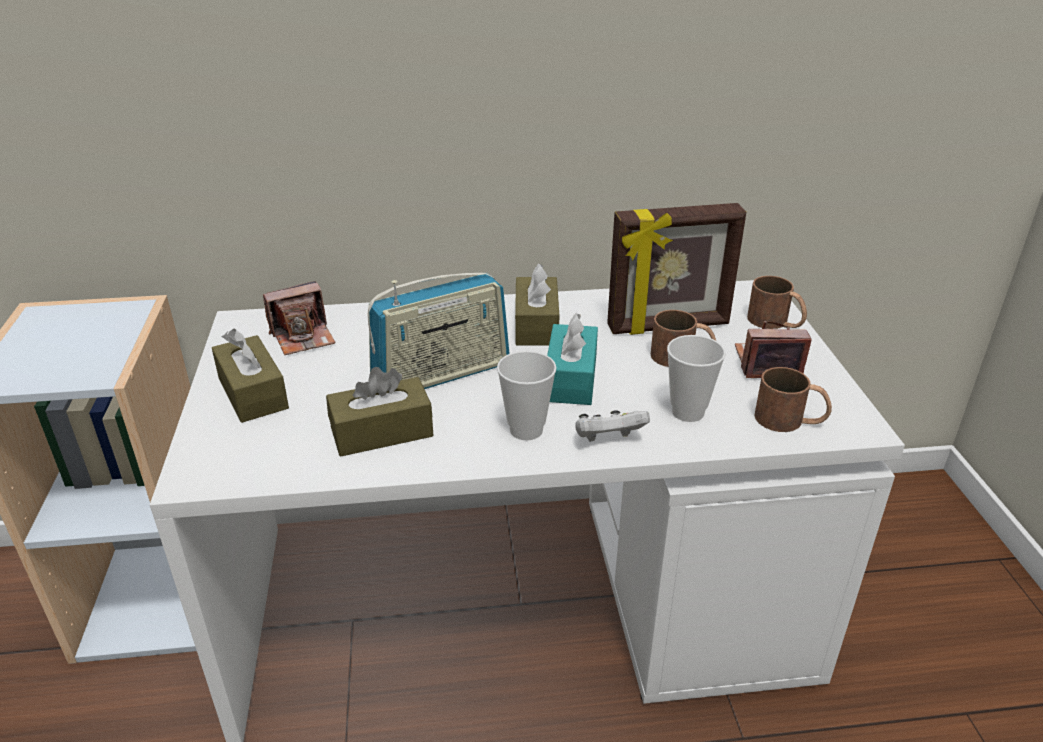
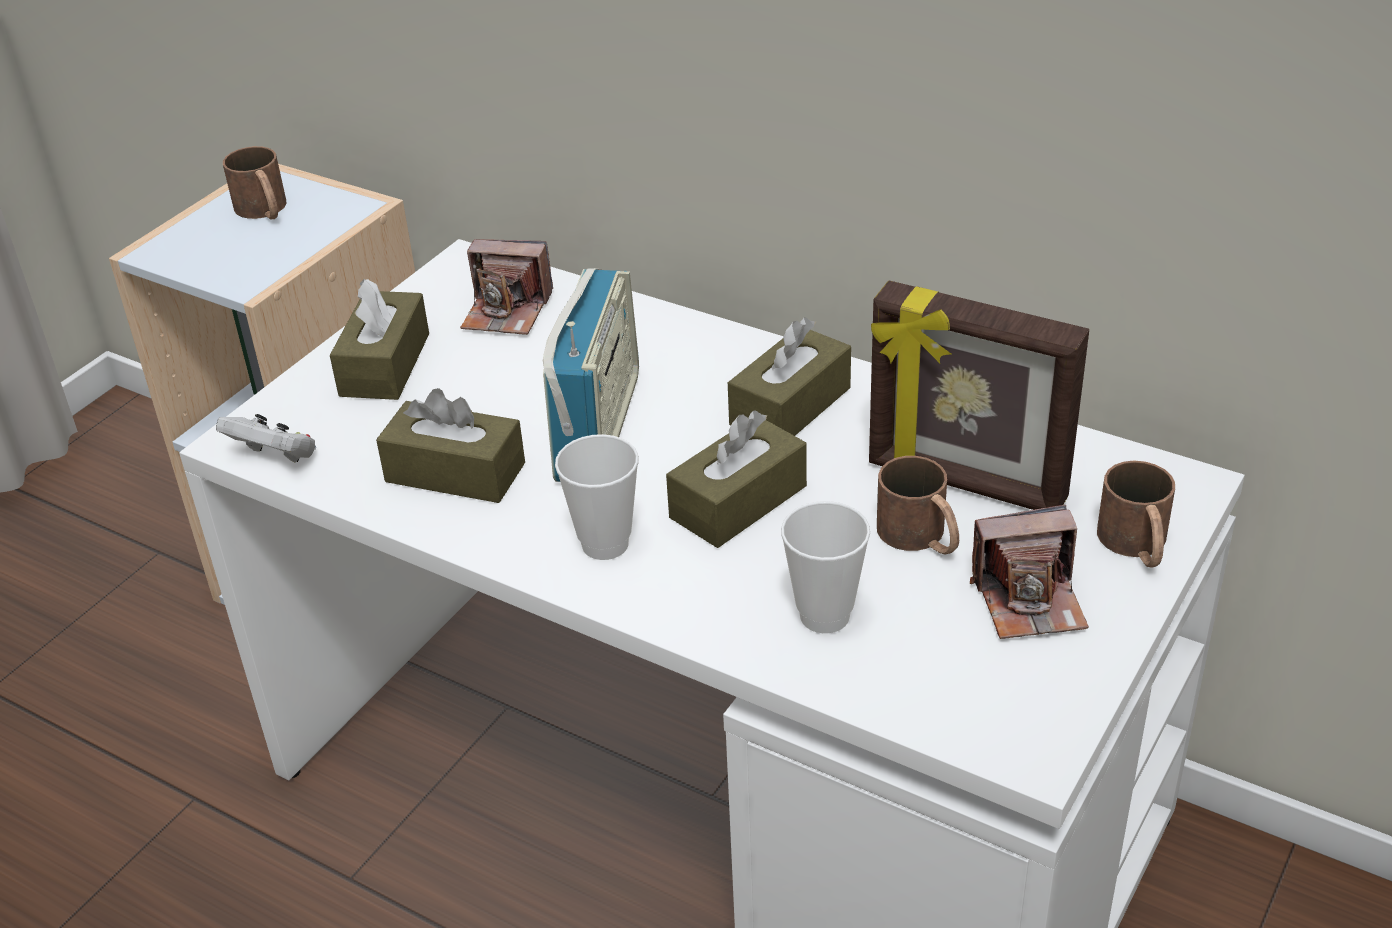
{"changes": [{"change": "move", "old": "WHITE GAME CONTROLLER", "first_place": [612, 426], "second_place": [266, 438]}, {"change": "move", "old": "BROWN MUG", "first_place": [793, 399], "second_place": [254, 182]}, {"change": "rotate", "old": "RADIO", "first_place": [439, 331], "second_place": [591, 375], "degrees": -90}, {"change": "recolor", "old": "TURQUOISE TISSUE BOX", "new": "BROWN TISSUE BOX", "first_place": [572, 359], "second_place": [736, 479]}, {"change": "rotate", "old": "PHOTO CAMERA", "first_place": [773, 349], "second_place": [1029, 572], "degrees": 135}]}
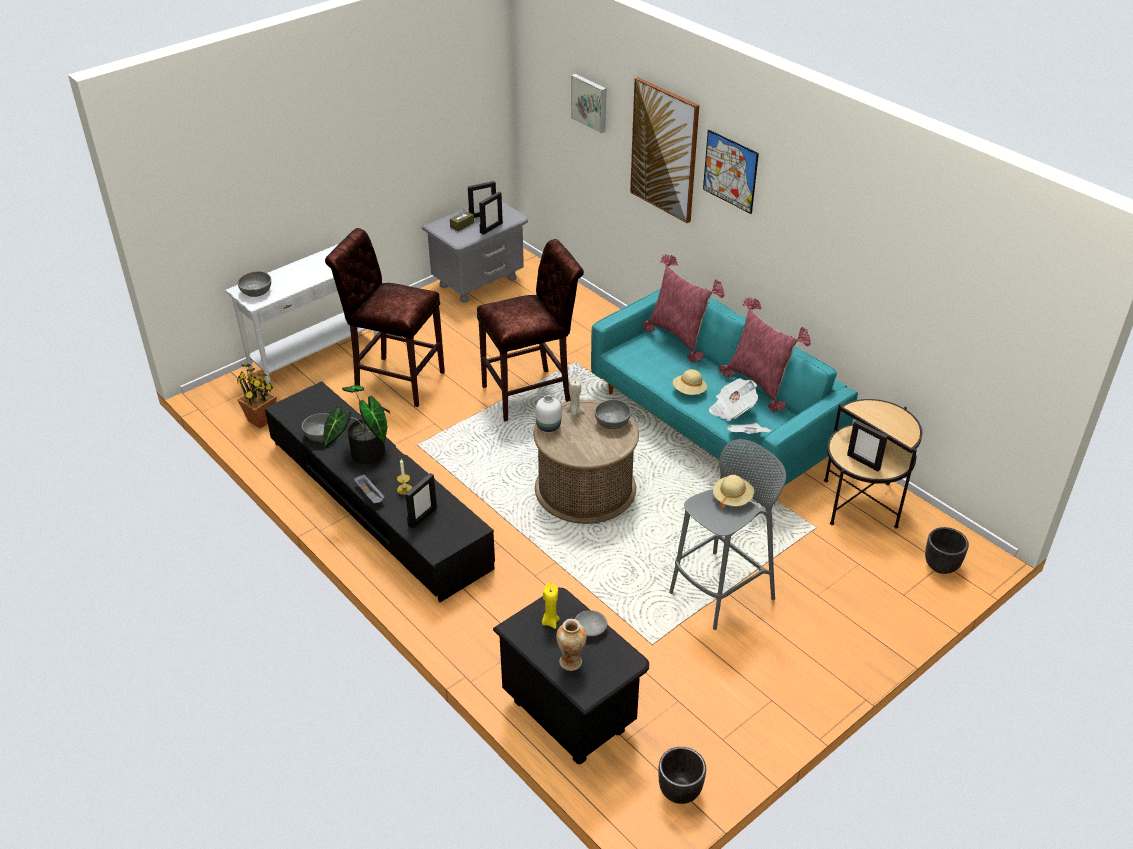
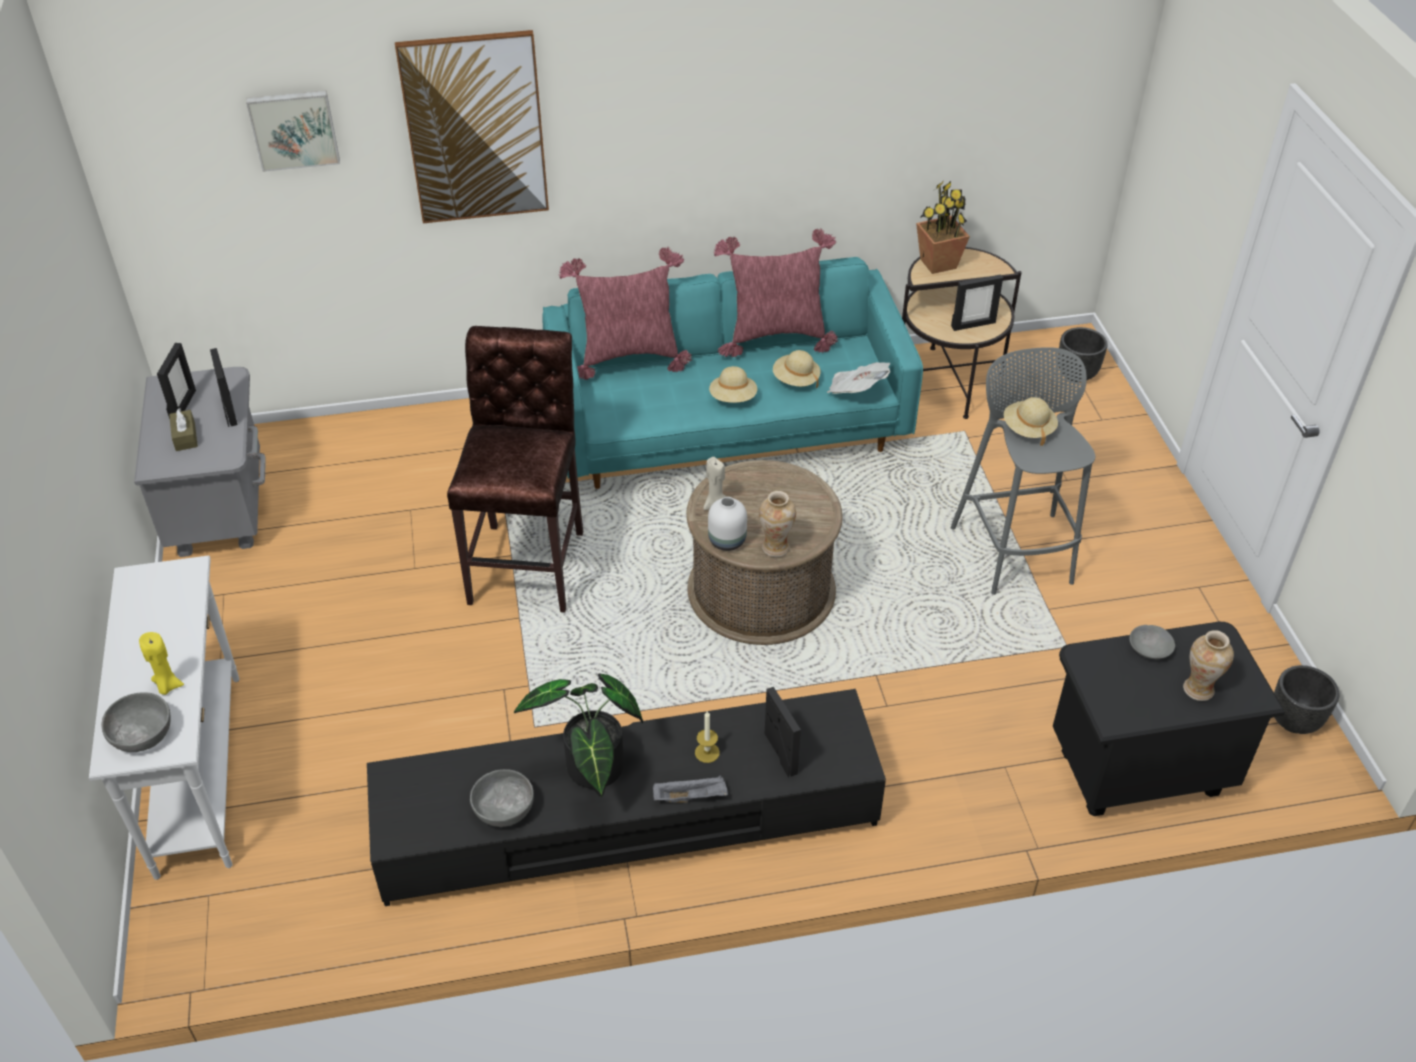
{"changes": [{"change": "move", "old": "YELLOW CANDLE", "first_place": [551, 606], "second_place": [161, 663]}, {"change": "insert", "new": "VASE", "second_place": [777, 524]}, {"change": "replace", "old": "NEWSPAPER", "new": "BEIGE HAT", "first_place": [733, 400], "second_place": [797, 369]}, {"change": "move", "old": "POTTED PLANT", "first_place": [257, 396], "second_place": [943, 227]}, {"change": "delete", "old": "BROWN STOOL", "first_place": [385, 317]}, {"change": "delete", "old": "GREY BOWL", "first_place": [613, 414]}, {"change": "delete", "old": "PICTURE", "first_place": [731, 172]}]}
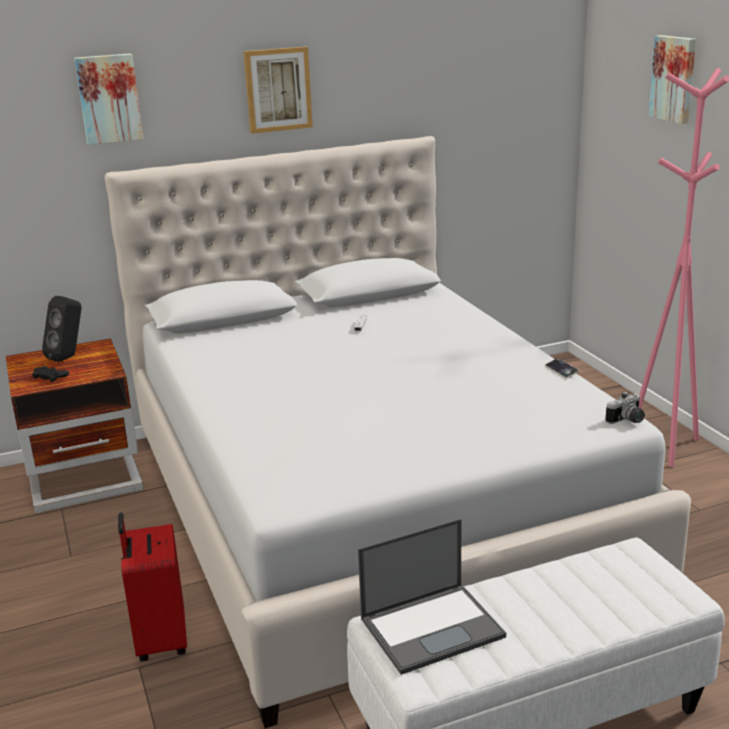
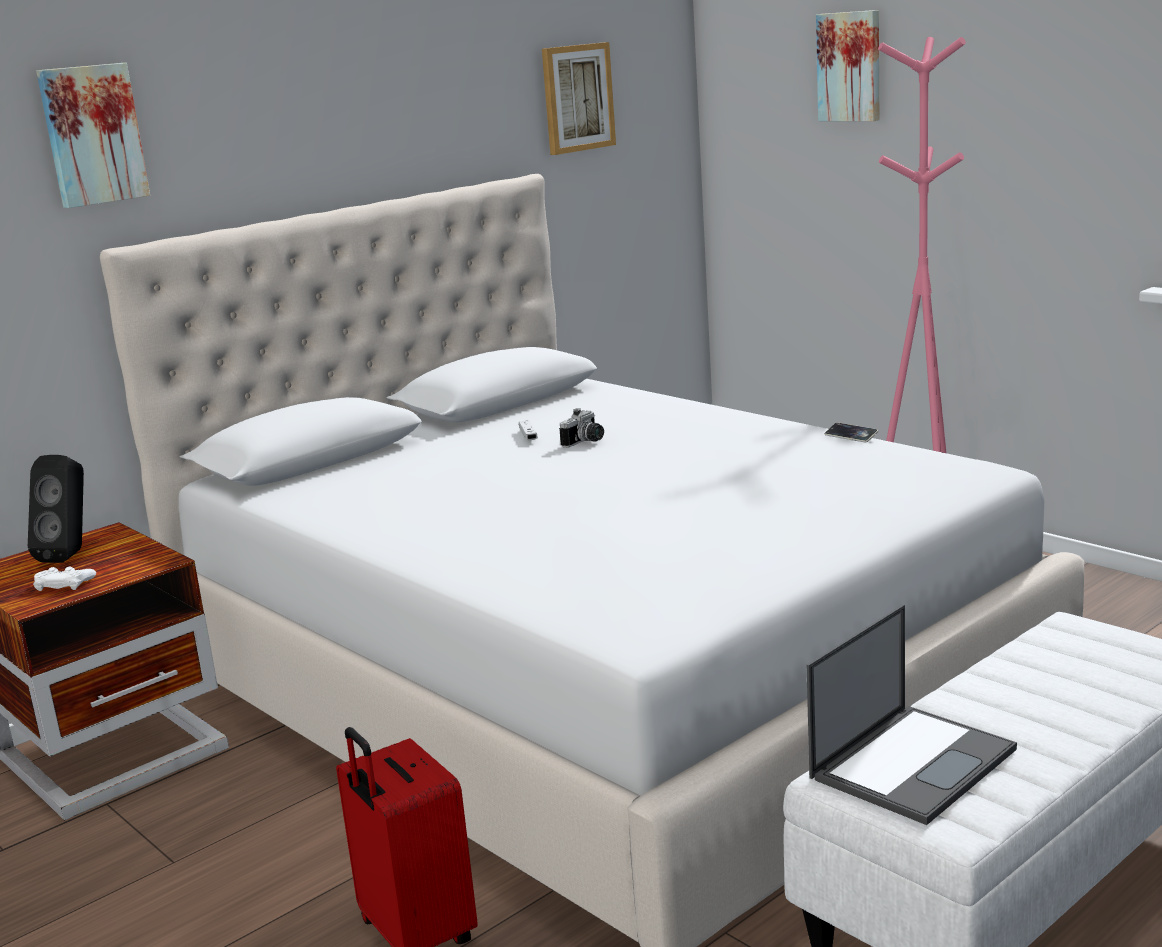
{"changes": [{"change": "recolor", "old": "BLACK GAME CONTROLLER", "new": "WHITE GAME CONTROLLER", "first_place": [50, 374], "second_place": [64, 579]}, {"change": "move", "old": "PICTURE", "first_place": [278, 90], "second_place": [579, 98]}, {"change": "move", "old": "PHOTO CAMERA", "first_place": [625, 407], "second_place": [581, 428]}]}
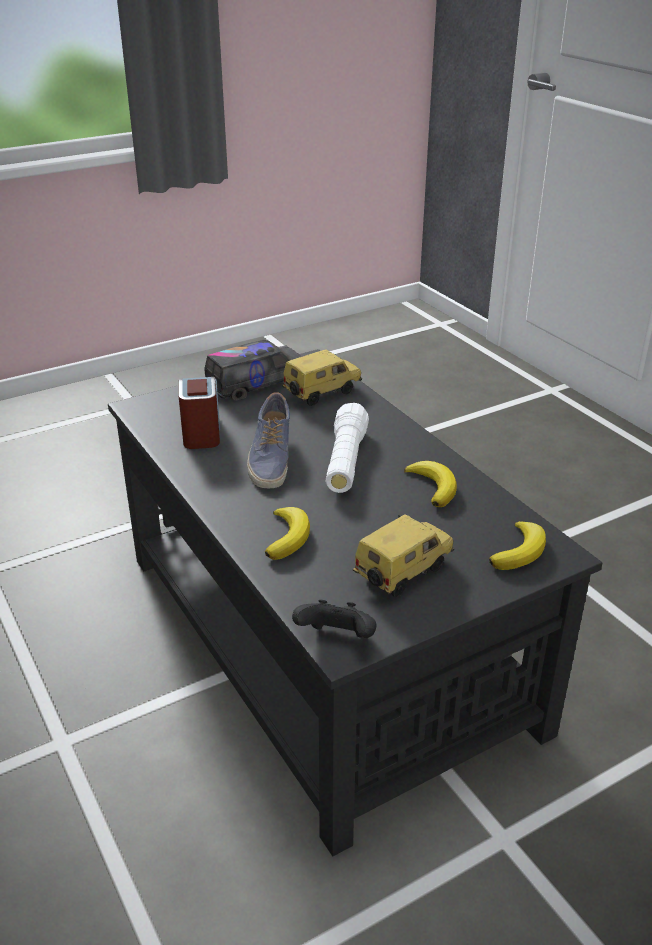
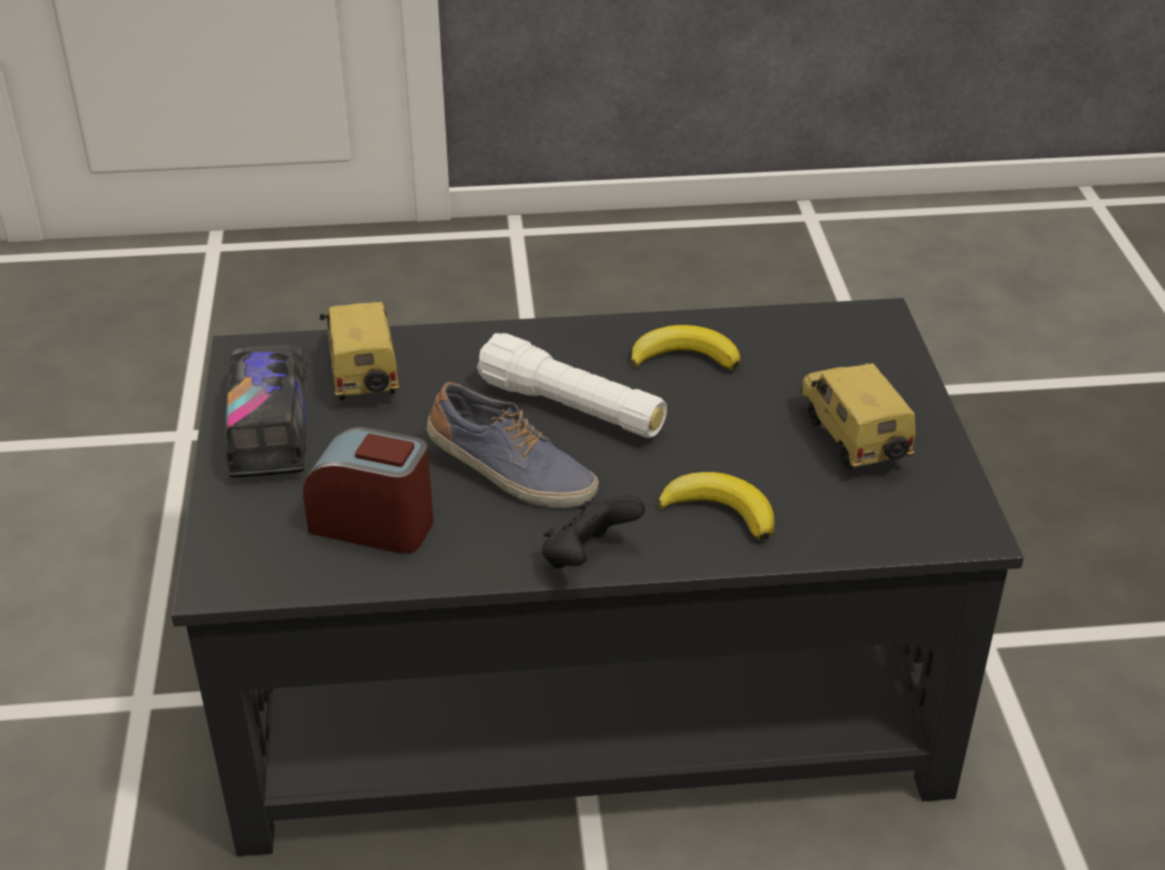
{"changes": [{"change": "move", "old": "BLACK GAME CONTROLLER", "first_place": [334, 618], "second_place": [593, 531]}, {"change": "delete", "old": "BANANA", "first_place": [517, 545]}]}
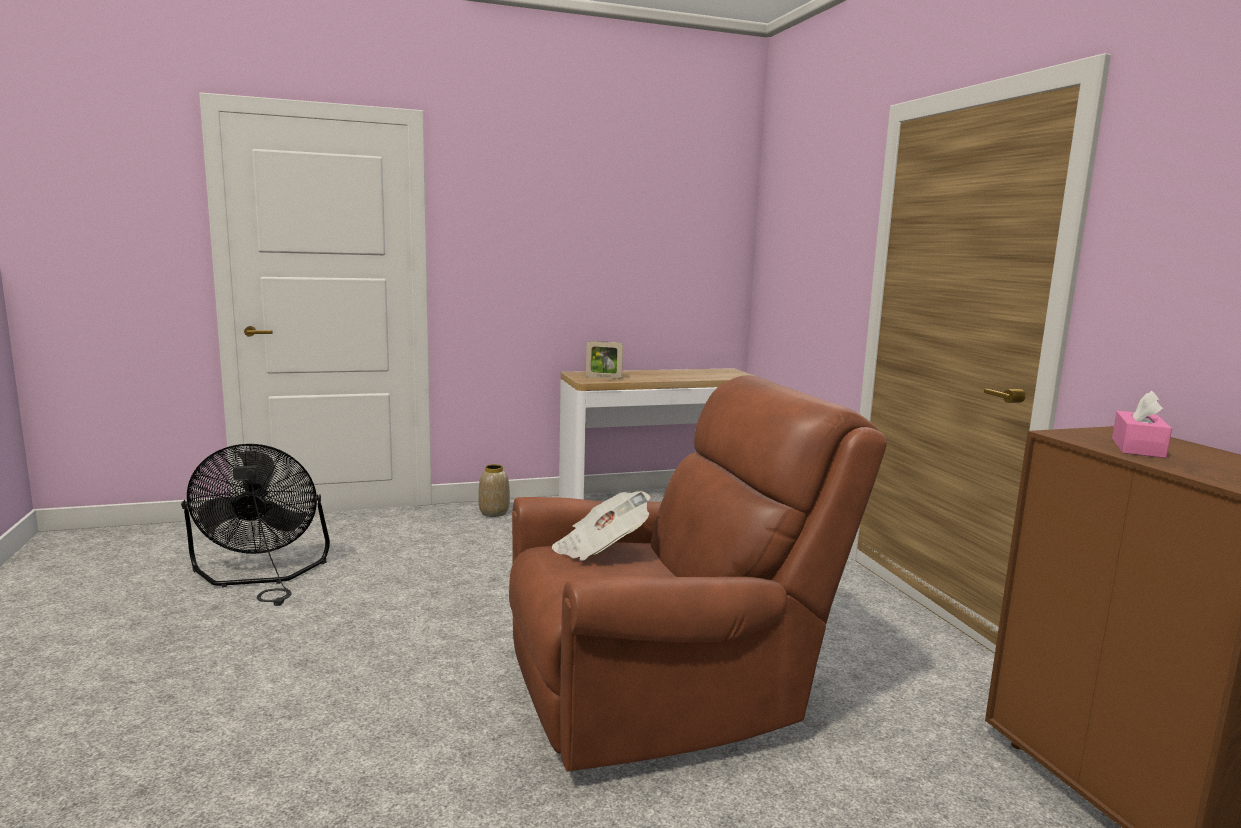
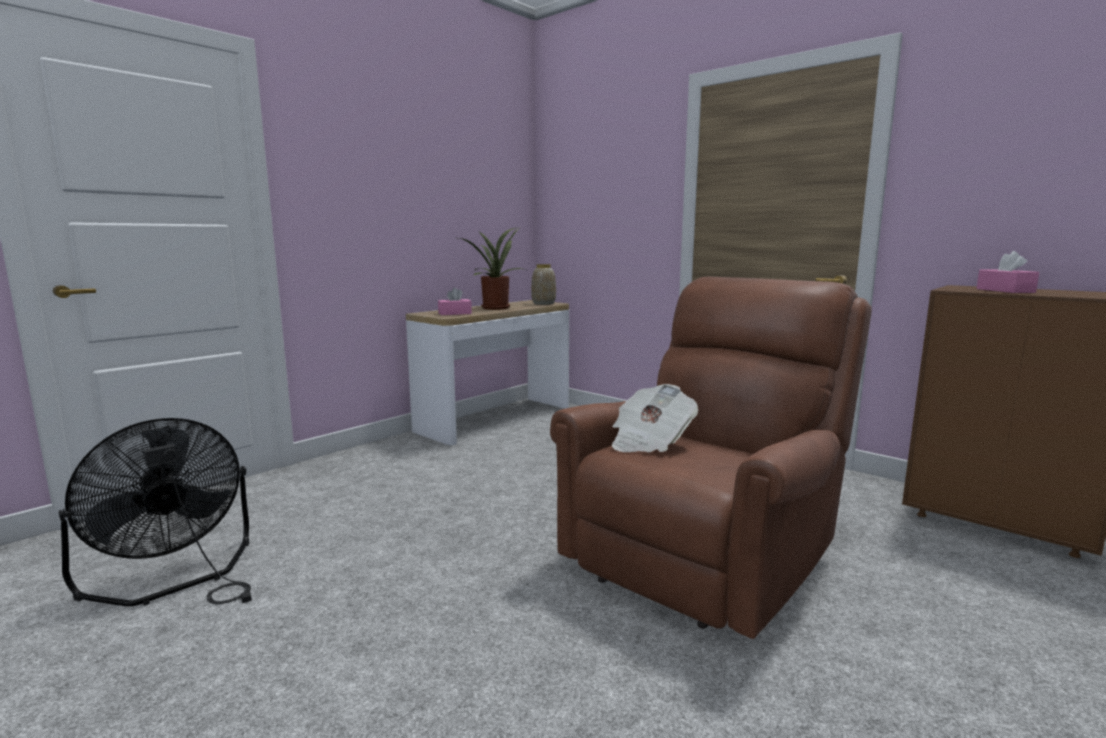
{"changes": [{"change": "replace", "old": "PICTURE FRAME", "new": "PINK TISSUE BOX", "first_place": [604, 360], "second_place": [455, 301]}, {"change": "insert", "new": "POTTED PLANT", "second_place": [493, 269]}, {"change": "move", "old": "VASE", "first_place": [494, 490], "second_place": [543, 284]}]}
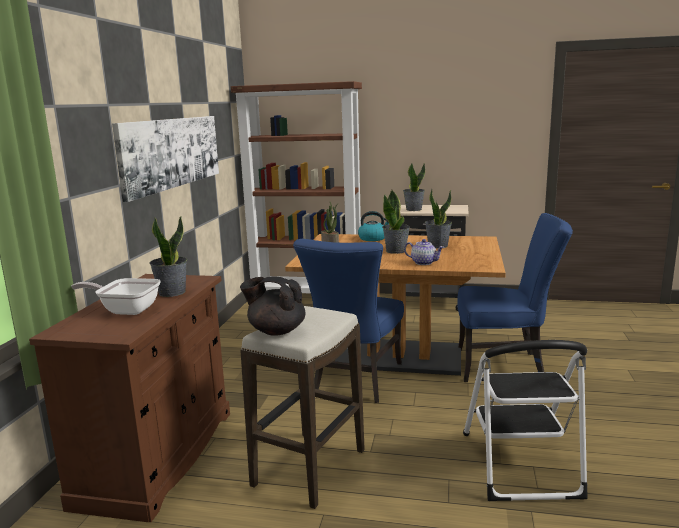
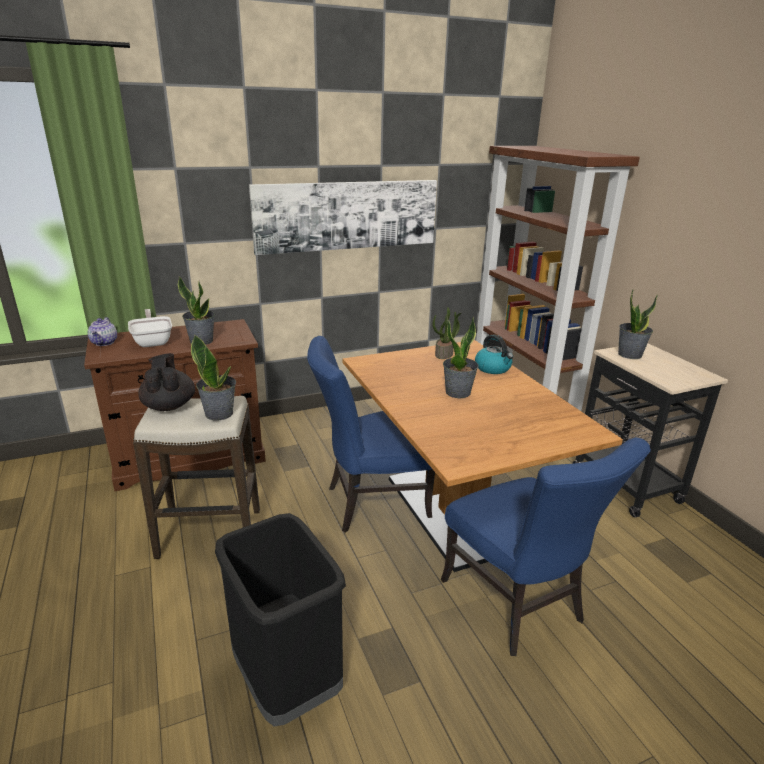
{"changes": [{"change": "move", "old": "TEAPOT", "first_place": [424, 252], "second_place": [102, 331]}, {"change": "move", "old": "POTTED PLANT", "first_place": [438, 218], "second_place": [213, 378]}, {"change": "replace", "old": "STEP LADDER", "new": "BLACK TRASH CAN", "first_place": [525, 420], "second_place": [280, 619]}]}
